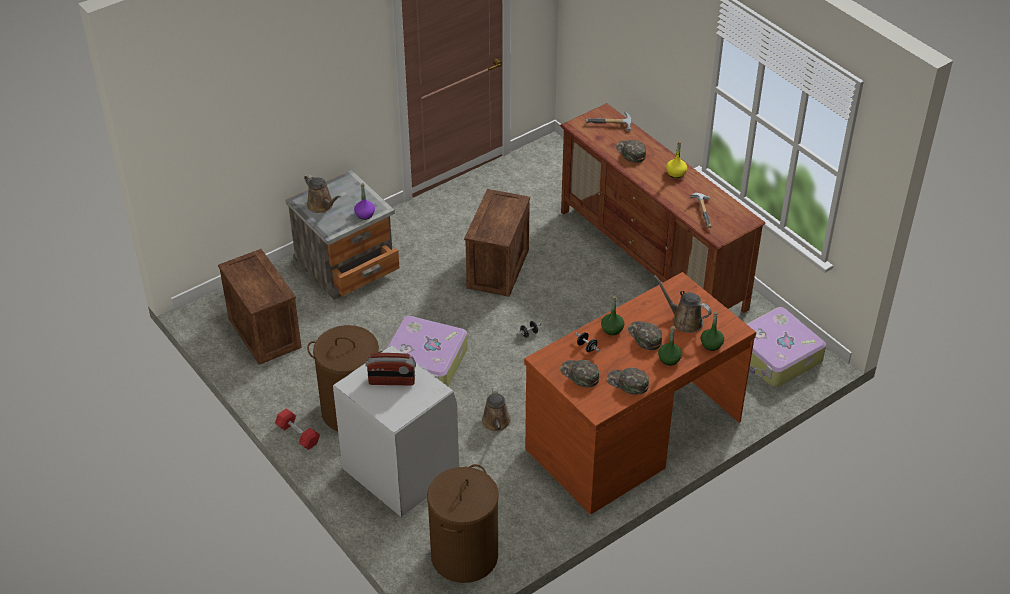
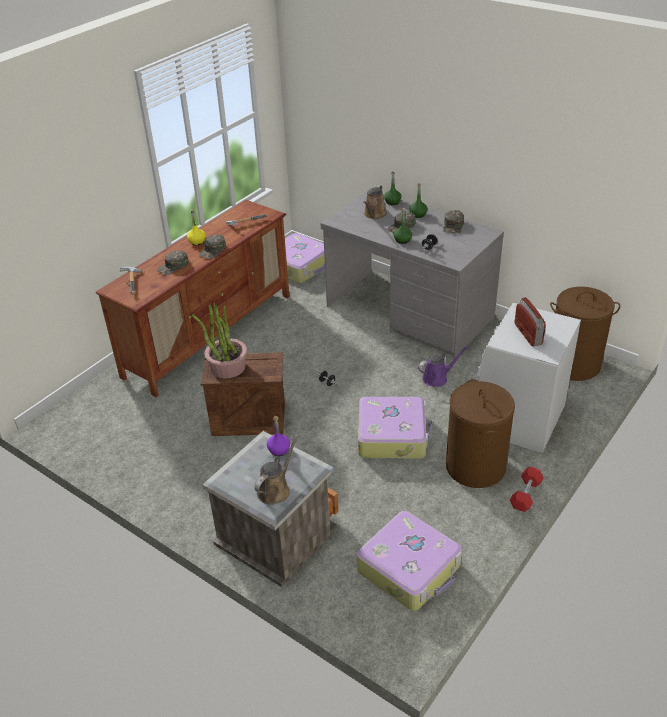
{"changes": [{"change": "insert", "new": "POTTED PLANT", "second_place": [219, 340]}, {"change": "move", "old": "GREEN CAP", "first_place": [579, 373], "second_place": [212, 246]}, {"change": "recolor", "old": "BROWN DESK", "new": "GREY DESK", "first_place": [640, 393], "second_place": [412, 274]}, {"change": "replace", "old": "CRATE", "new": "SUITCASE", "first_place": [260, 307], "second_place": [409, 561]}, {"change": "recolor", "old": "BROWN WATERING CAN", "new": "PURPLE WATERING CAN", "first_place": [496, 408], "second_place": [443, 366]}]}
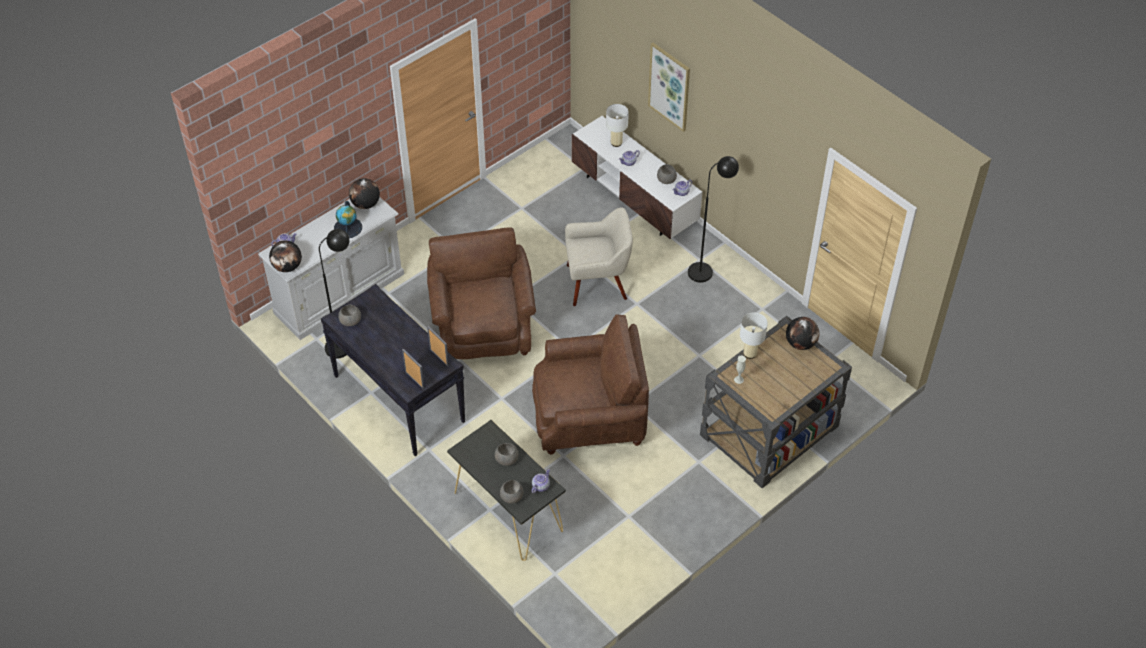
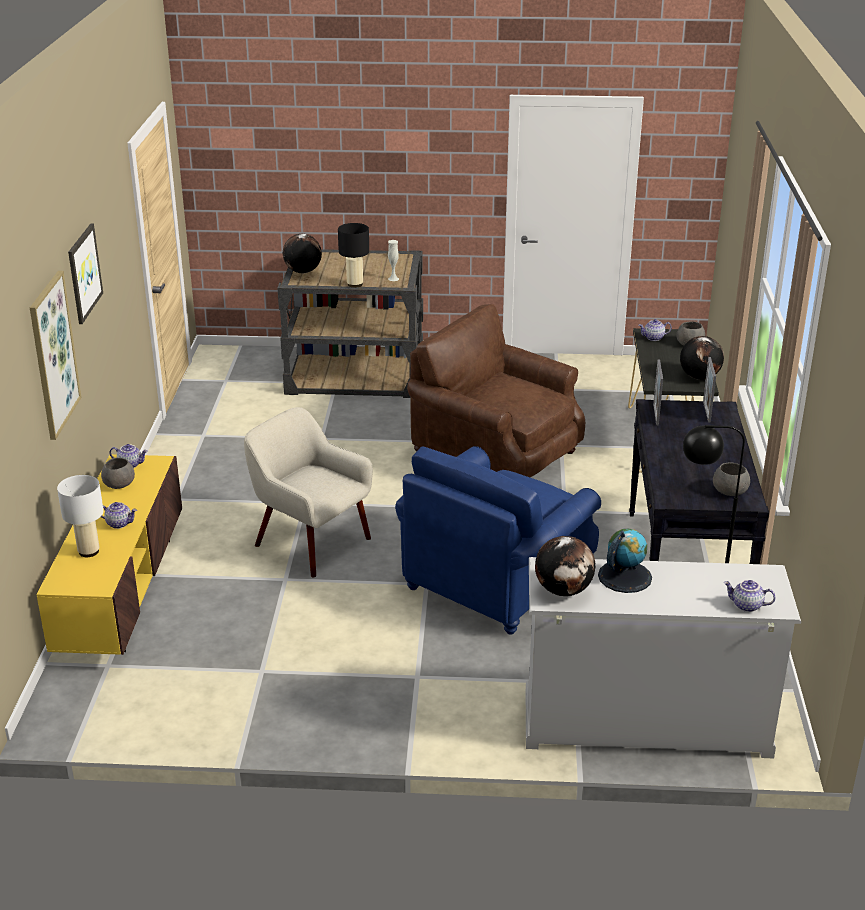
{"changes": [{"change": "recolor", "old": "WHITE TV STAND", "new": "YELLOW TV STAND", "first_place": [637, 177], "second_place": [109, 554]}, {"change": "insert", "new": "PICTURE", "second_place": [85, 273]}, {"change": "recolor", "old": "WHITE TABLE LAMP", "new": "BLACK TABLE LAMP", "first_place": [754, 336], "second_place": [353, 255]}, {"change": "recolor", "old": "BROWN ARMCHAIR", "new": "BLUE ARMCHAIR", "first_place": [481, 293], "second_place": [498, 540]}, {"change": "move", "old": "GLOBE", "first_place": [285, 256], "second_place": [702, 358]}, {"change": "delete", "old": "GREY BOWL", "first_place": [506, 454]}, {"change": "delete", "old": "BLACK FLOOR LAMP", "first_place": [713, 219]}]}
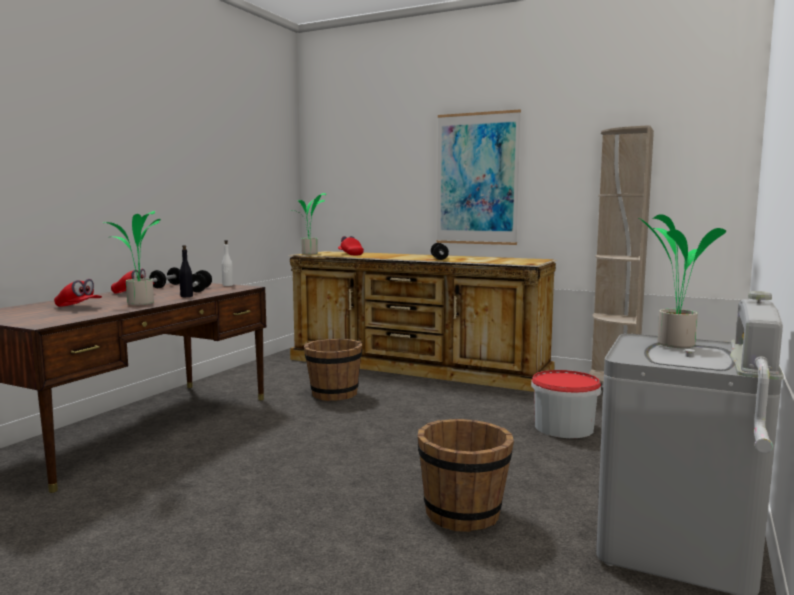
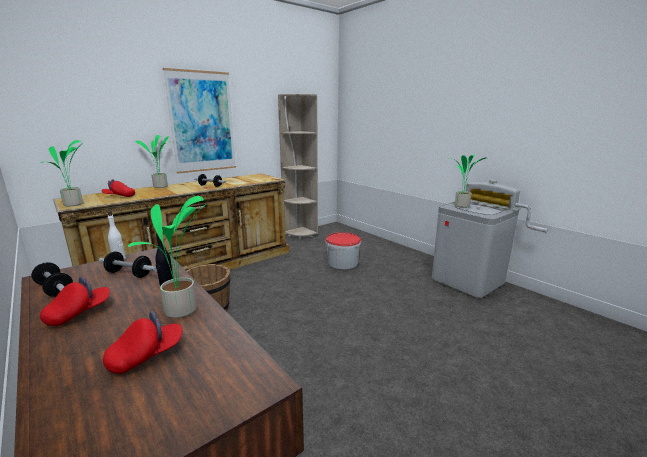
{"changes": [{"change": "insert", "new": "POTTED PLANT", "second_place": [152, 161]}, {"change": "delete", "old": "BROWN BUCKET", "first_place": [466, 475]}]}
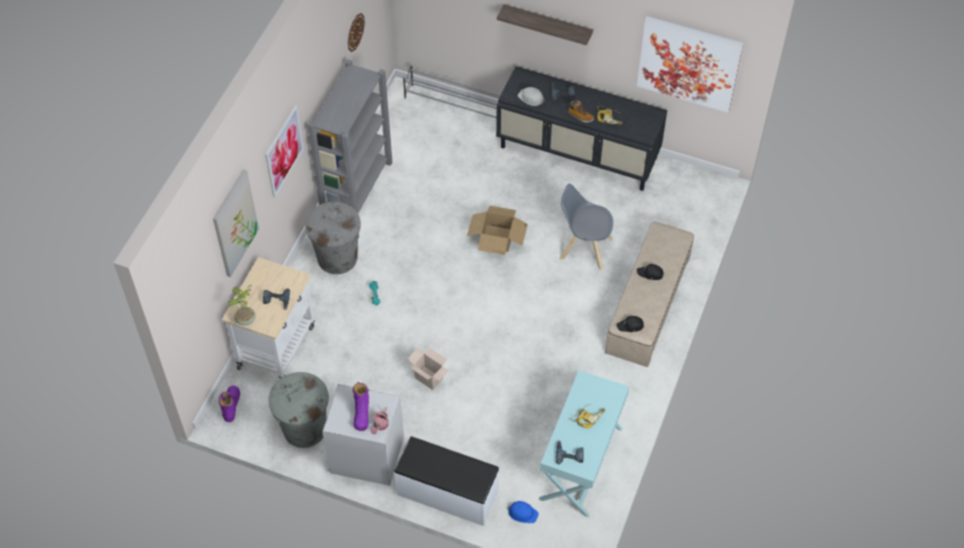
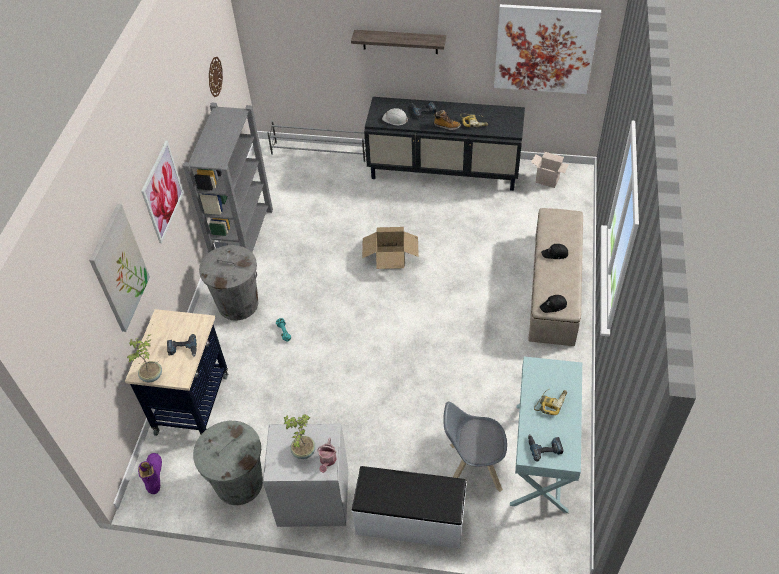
{"changes": [{"change": "recolor", "old": "WHITE CART", "new": "BLUE CART", "first_place": [268, 317], "second_place": [176, 372]}, {"change": "replace", "old": "PURPLE BOOT", "new": "POTTED PLANT", "first_place": [361, 406], "second_place": [300, 436]}, {"change": "move", "old": "GREY CHAIR", "first_place": [586, 227], "second_place": [475, 447]}, {"change": "move", "old": "CARDBOARD BOX", "first_place": [428, 368], "second_place": [550, 170]}, {"change": "delete", "old": "BLUE HARD HAT", "first_place": [523, 512]}]}
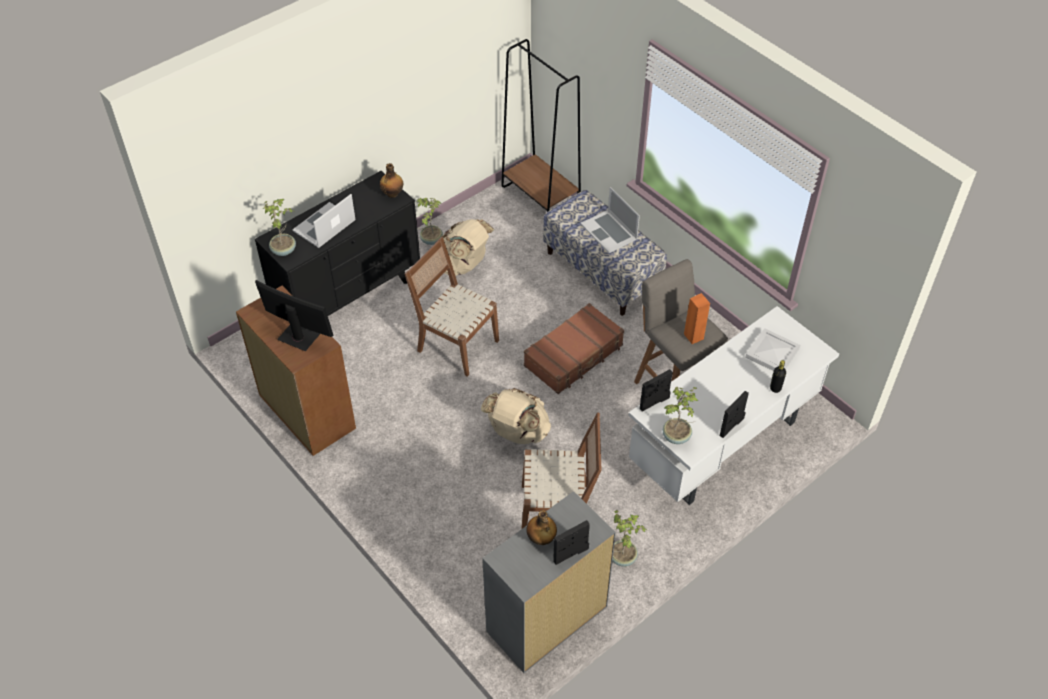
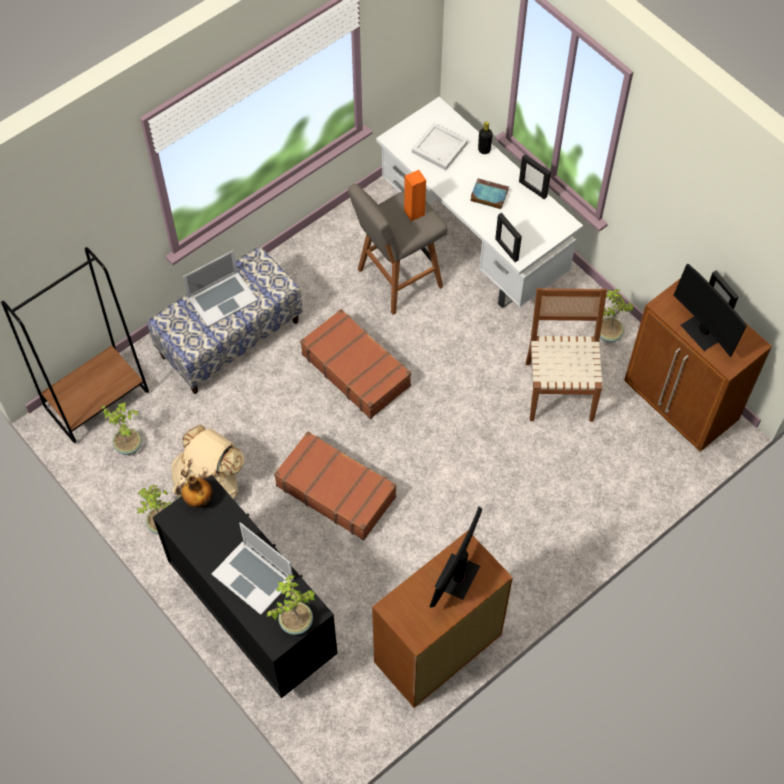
{"changes": [{"change": "move", "old": "POTTED PLANT", "first_place": [681, 415], "second_place": [122, 428]}, {"change": "replace", "old": "CHAIR", "new": "BROWN SUITCASE", "first_place": [452, 307], "second_place": [335, 486]}, {"change": "insert", "new": "BOOK", "second_place": [489, 193]}, {"change": "recolor", "old": "GREY CABINET", "new": "BROWN CABINET", "first_place": [549, 582], "second_place": [698, 365]}, {"change": "replace", "old": "BOTTLE", "new": "MONITOR", "first_place": [541, 527], "second_place": [710, 310]}, {"change": "delete", "old": "BEIGE BACKPACK", "first_place": [516, 416]}]}
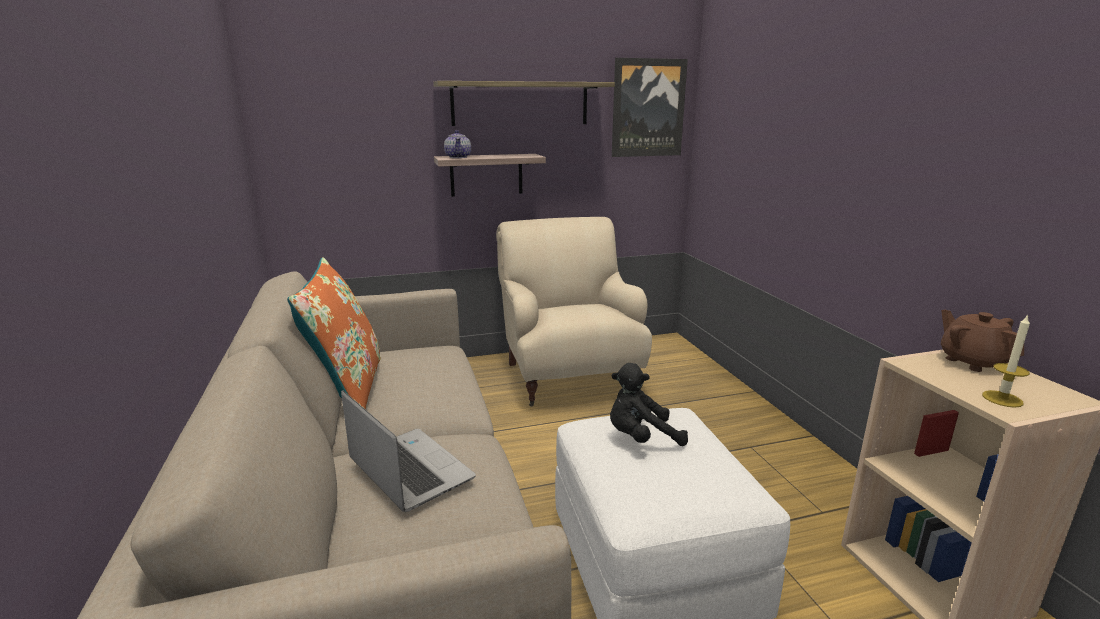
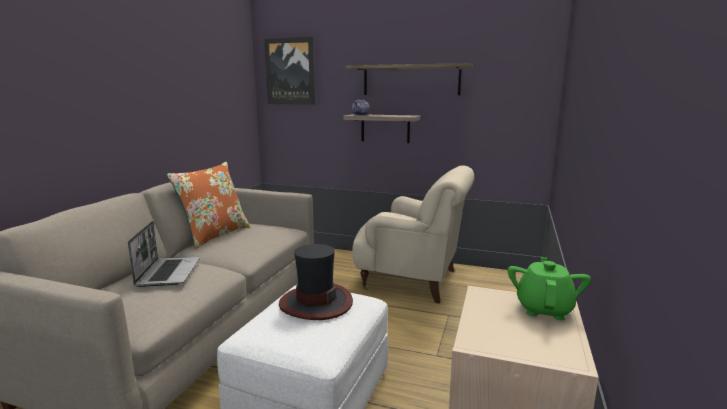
{"changes": [{"change": "move", "old": "PICTURE", "first_place": [650, 107], "second_place": [289, 71]}, {"change": "replace", "old": "BLACK PLUSH TOY", "new": "HAT", "first_place": [649, 404], "second_place": [316, 282]}, {"change": "rotate", "old": "BEIGE ARMCHAIR", "first_place": [574, 311], "second_place": [413, 234], "degrees": 90}, {"change": "recolor", "old": "BROWN TEAPOT", "new": "GREEN TEAPOT", "first_place": [982, 341], "second_place": [549, 288]}, {"change": "delete", "old": "CANDLE", "first_place": [1006, 361]}]}
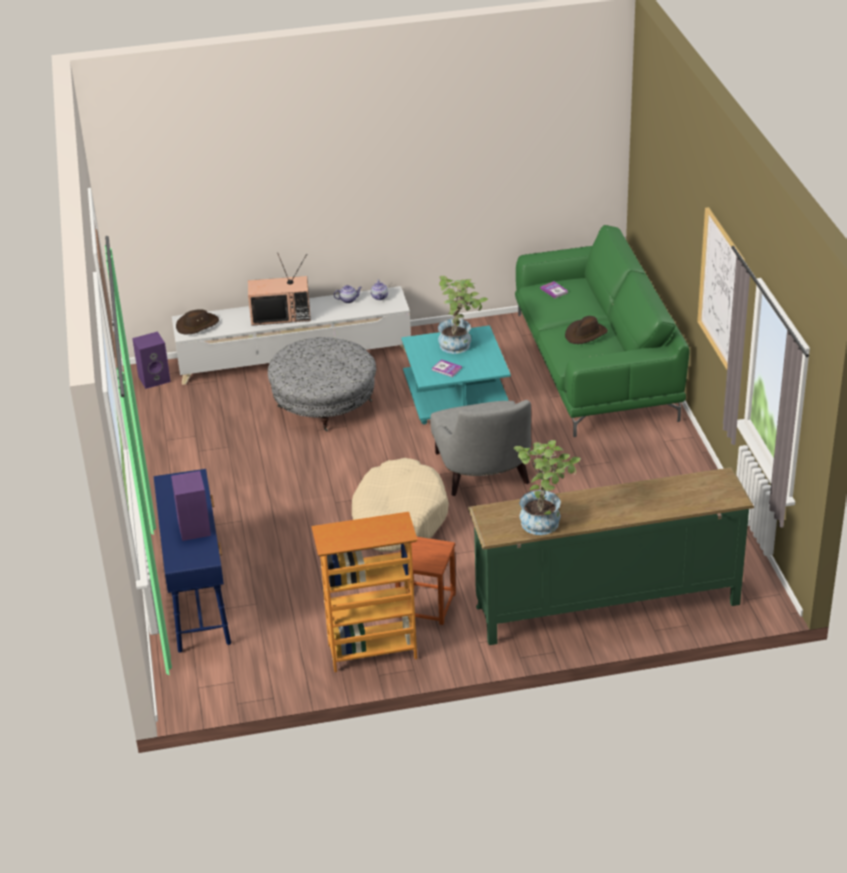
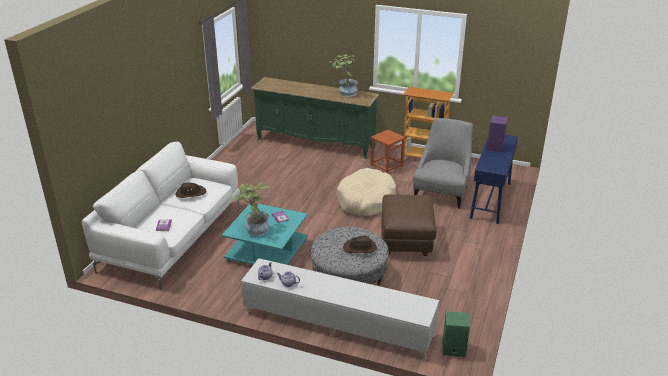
{"changes": [{"change": "recolor", "old": "GREEN SOFA", "new": "WHITE SOFA", "first_place": [602, 331], "second_place": [161, 215]}, {"change": "move", "old": "BROWN HAT", "first_place": [197, 321], "second_place": [360, 244]}, {"change": "insert", "new": "BROWN OTTOMAN", "second_place": [408, 225]}, {"change": "move", "old": "GREY ARMCHAIR", "first_place": [480, 448], "second_place": [443, 163]}, {"change": "recolor", "old": "PURPLE SPEAKER", "new": "GREEN SPEAKER", "first_place": [151, 360], "second_place": [456, 334]}, {"change": "delete", "old": "TELEVISION", "first_place": [279, 289]}, {"change": "delete", "old": "PICTURE", "first_place": [721, 288]}]}
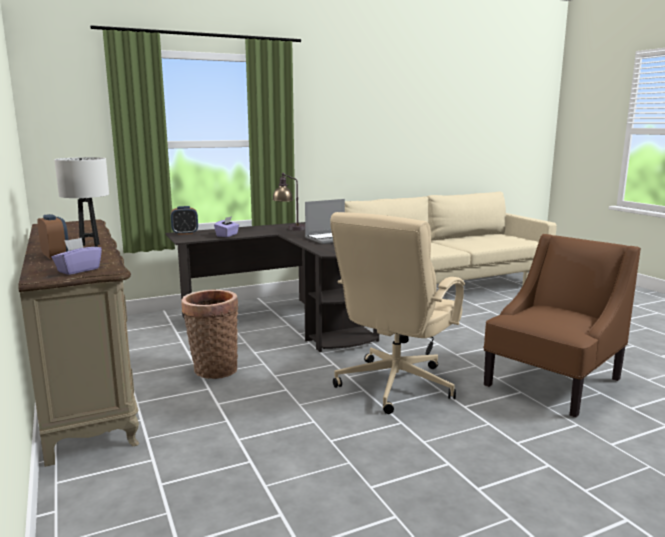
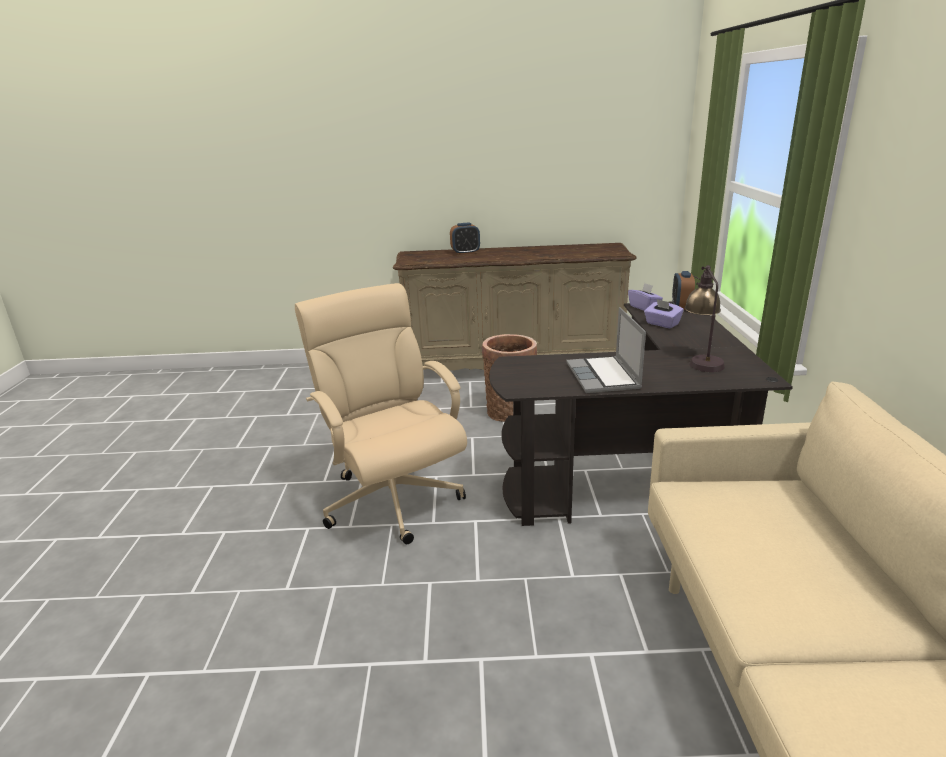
{"changes": [{"change": "move", "old": "PURPLE TISSUE BOX", "first_place": [77, 256], "second_place": [645, 297]}, {"change": "delete", "old": "WHITE TABLE LAMP", "first_place": [81, 202]}, {"change": "delete", "old": "BROWN ARMCHAIR", "first_place": [562, 326]}]}
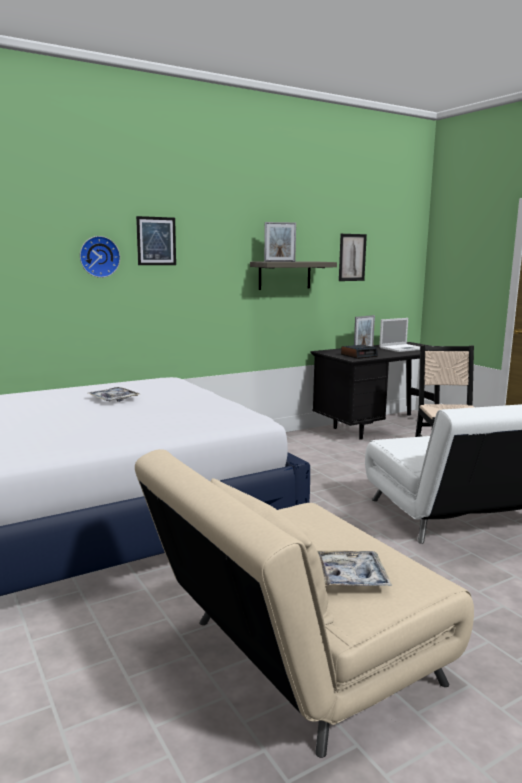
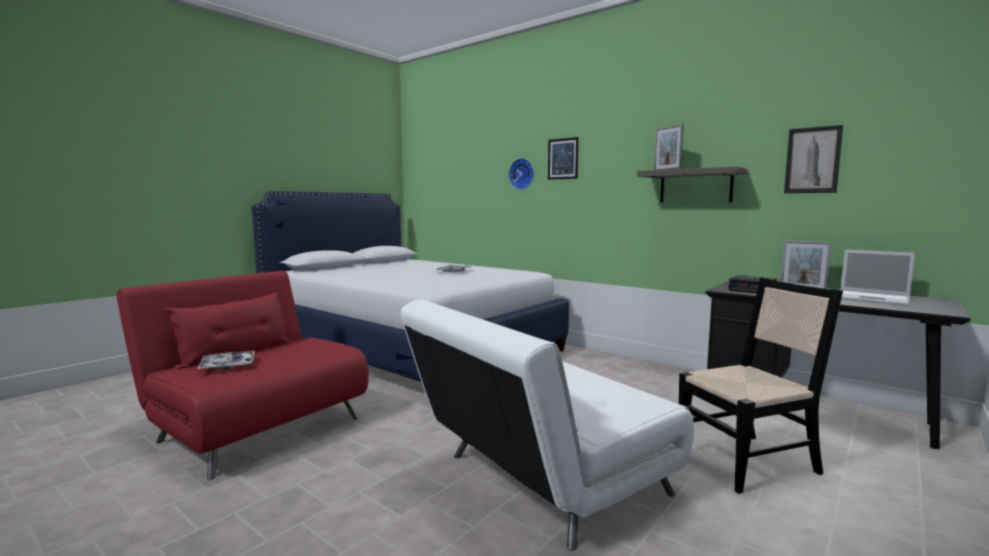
{"changes": [{"change": "recolor", "old": "BEIGE ARMCHAIR", "new": "RED ARMCHAIR", "first_place": [304, 603], "second_place": [243, 375]}]}
